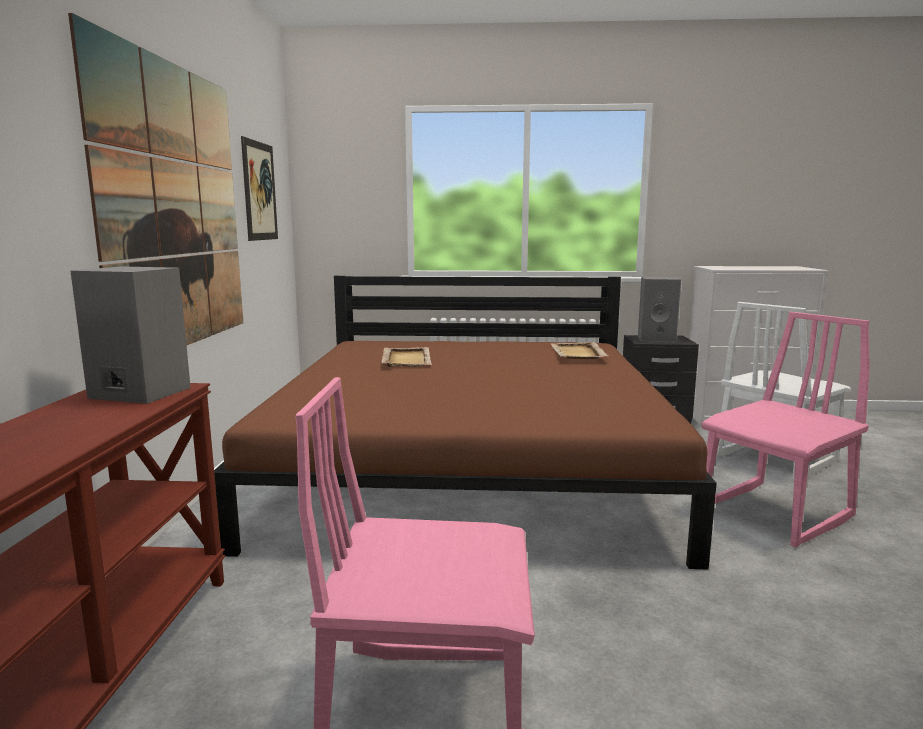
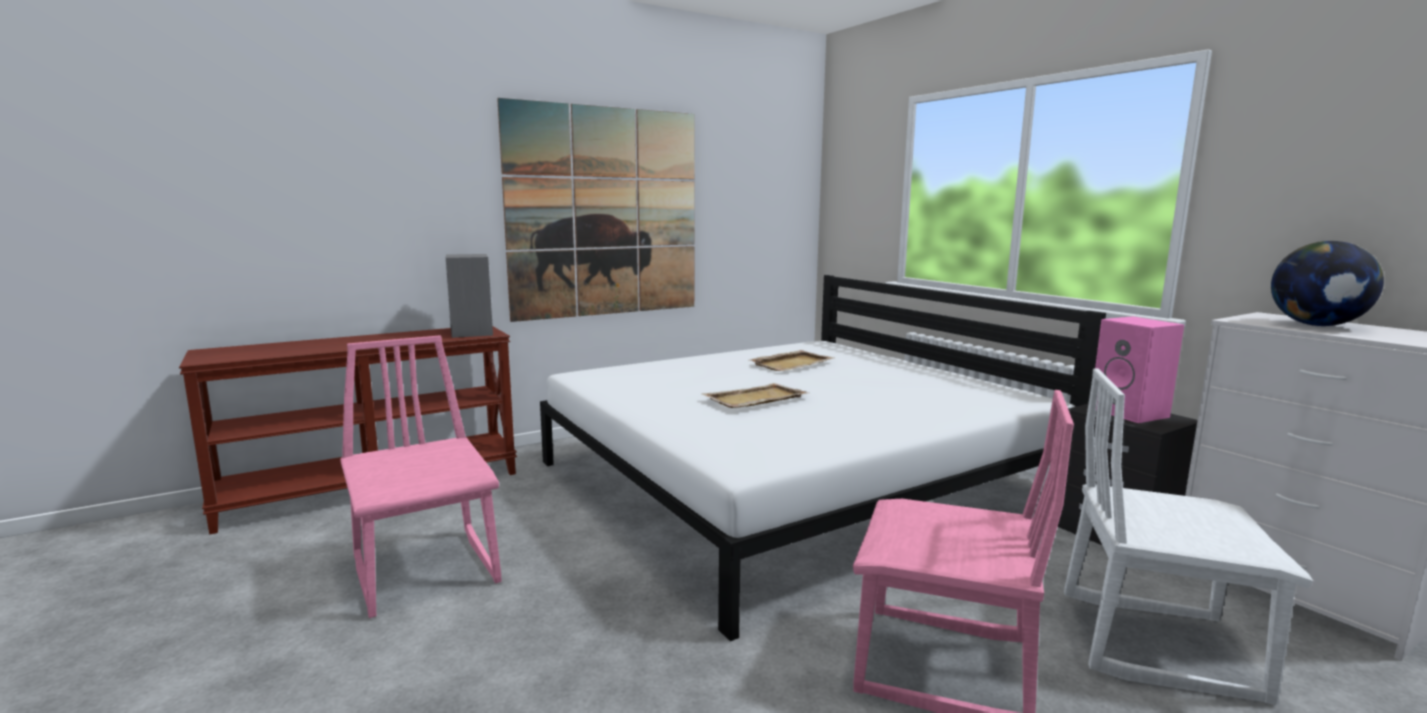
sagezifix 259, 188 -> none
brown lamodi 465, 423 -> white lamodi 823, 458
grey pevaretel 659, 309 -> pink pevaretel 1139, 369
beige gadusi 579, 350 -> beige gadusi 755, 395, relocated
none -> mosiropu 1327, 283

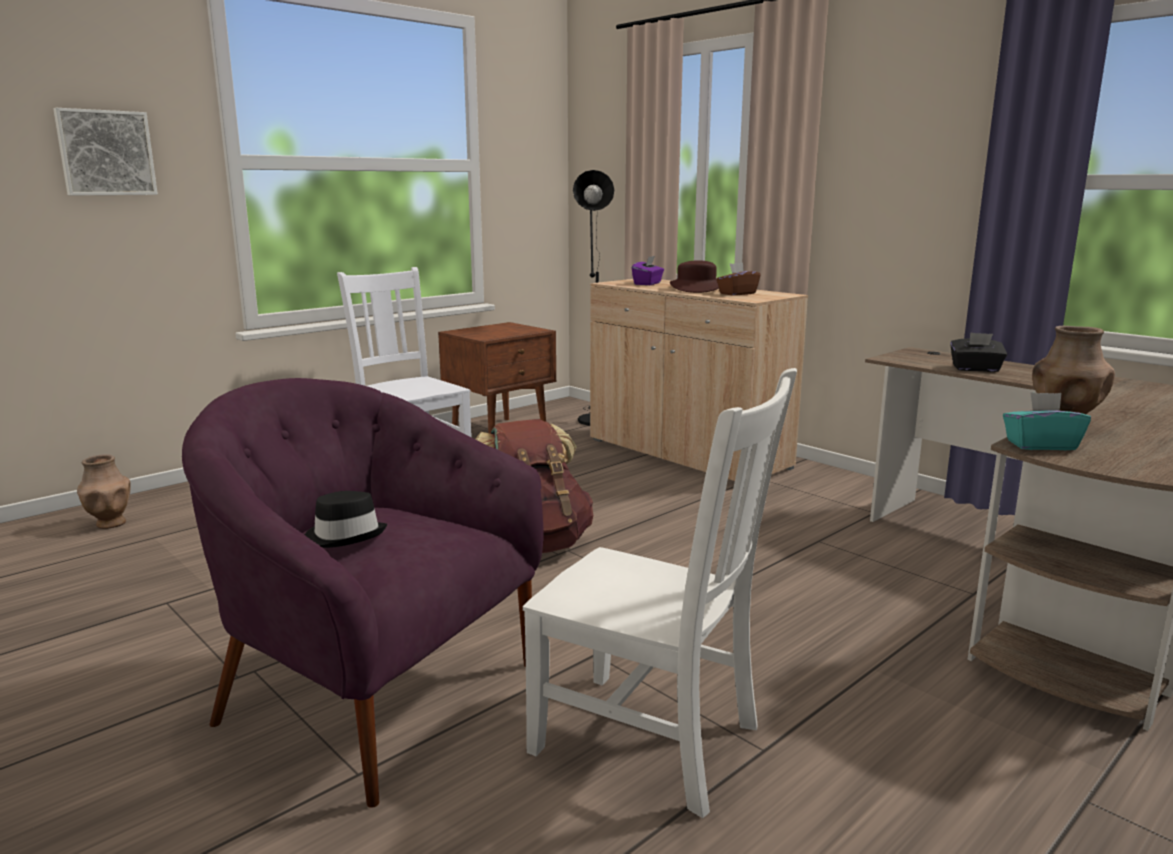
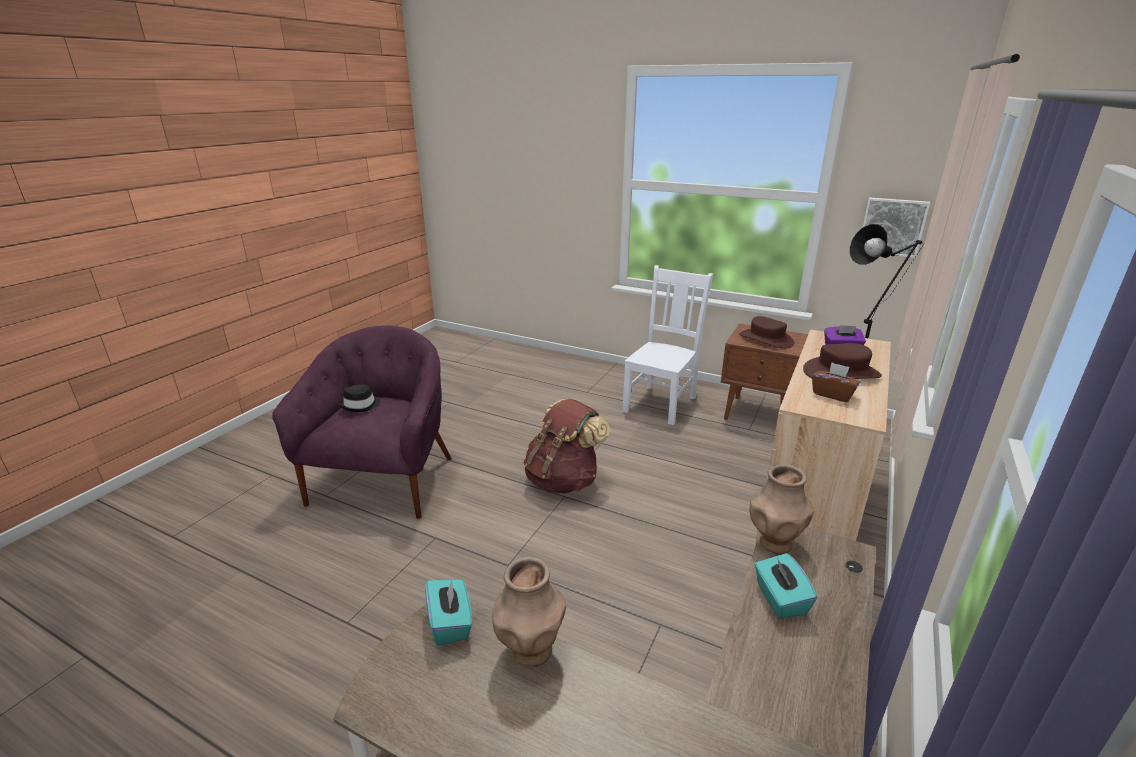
sagezifix 105, 152 -> sagezifix 896, 227, relocated
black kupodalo 978, 352 -> turquoise kupodalo 785, 585
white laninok 660, 593 -> none
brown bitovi 104, 491 -> brown bitovi 781, 509, relocated
none -> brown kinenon 766, 332

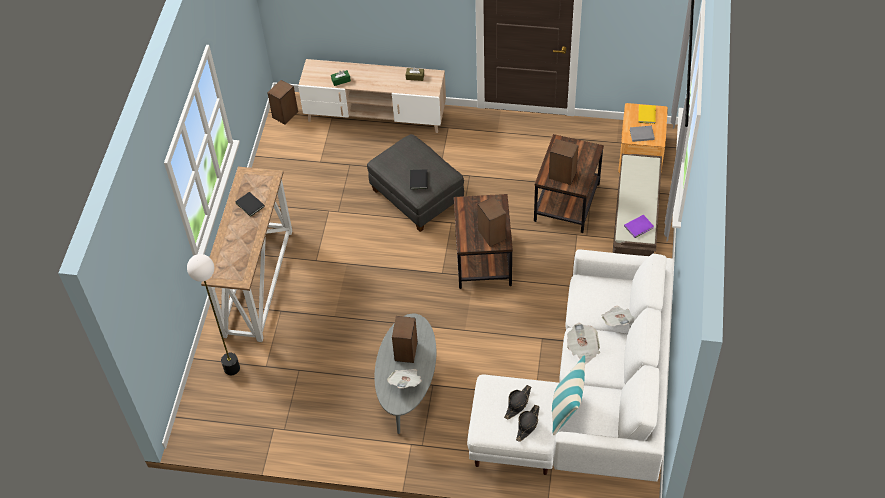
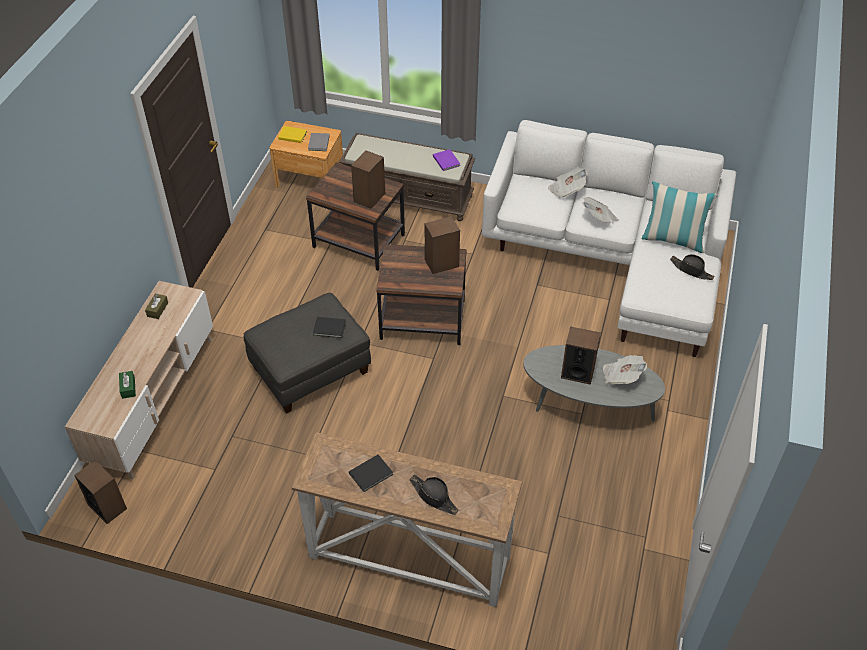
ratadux 213, 314 -> none
black kinenon 517, 402 -> black kinenon 434, 494, relocated

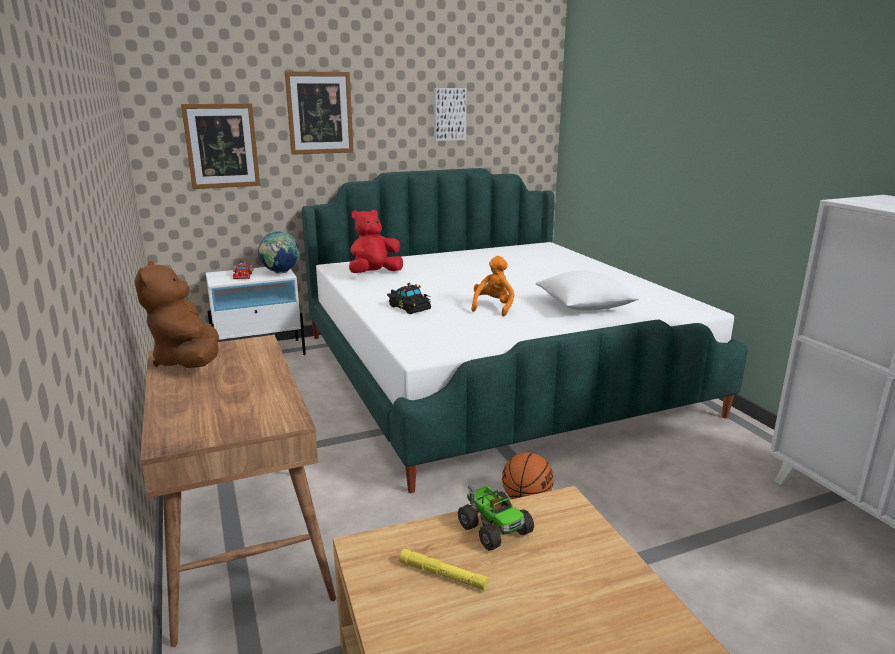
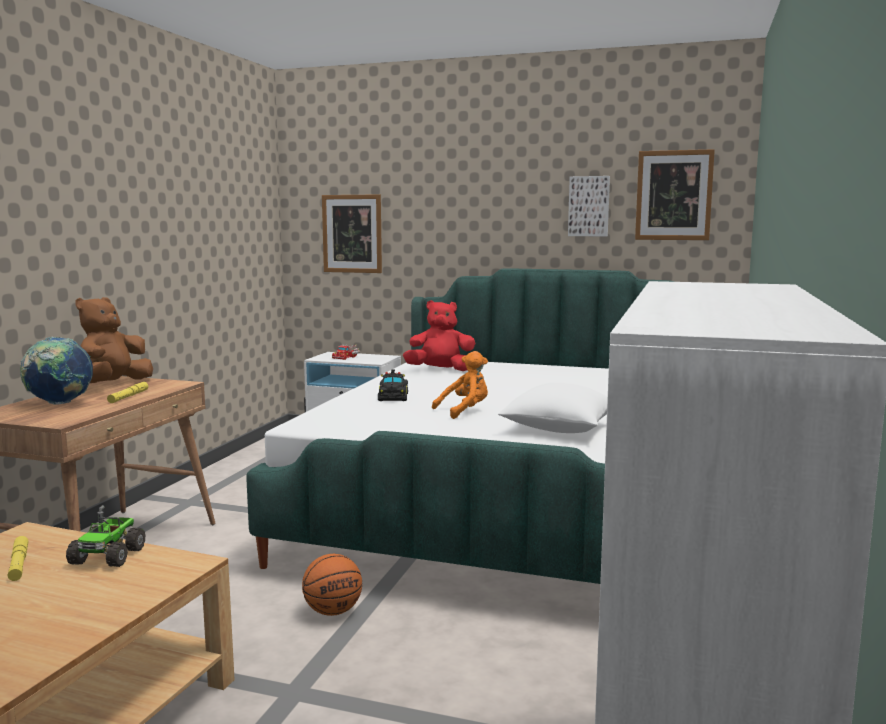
sagezifix 319, 113 -> sagezifix 675, 194, relocated
mosiropu 279, 252 -> mosiropu 56, 371, relocated
none -> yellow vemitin 127, 392

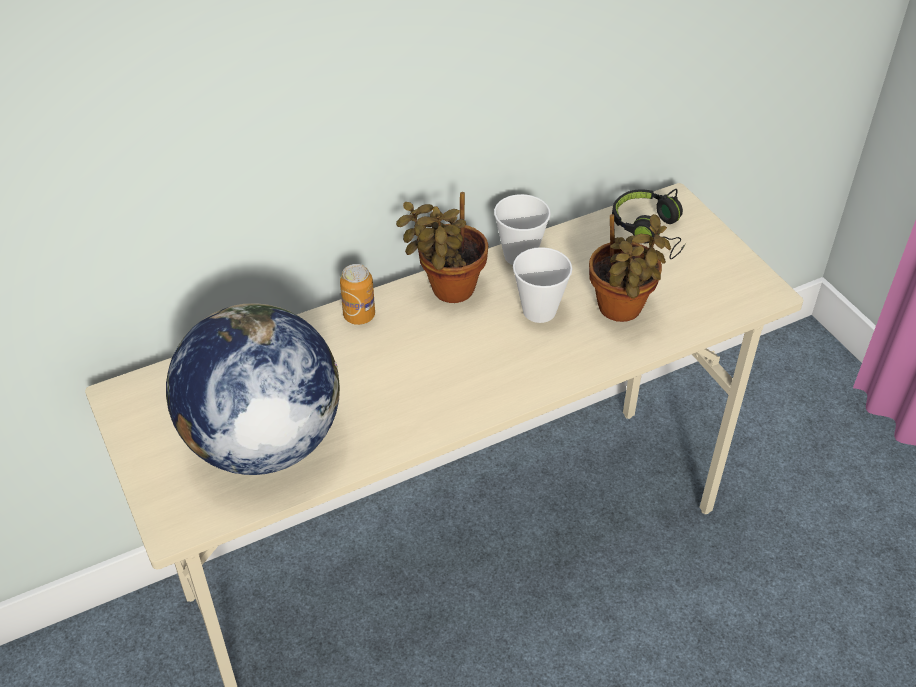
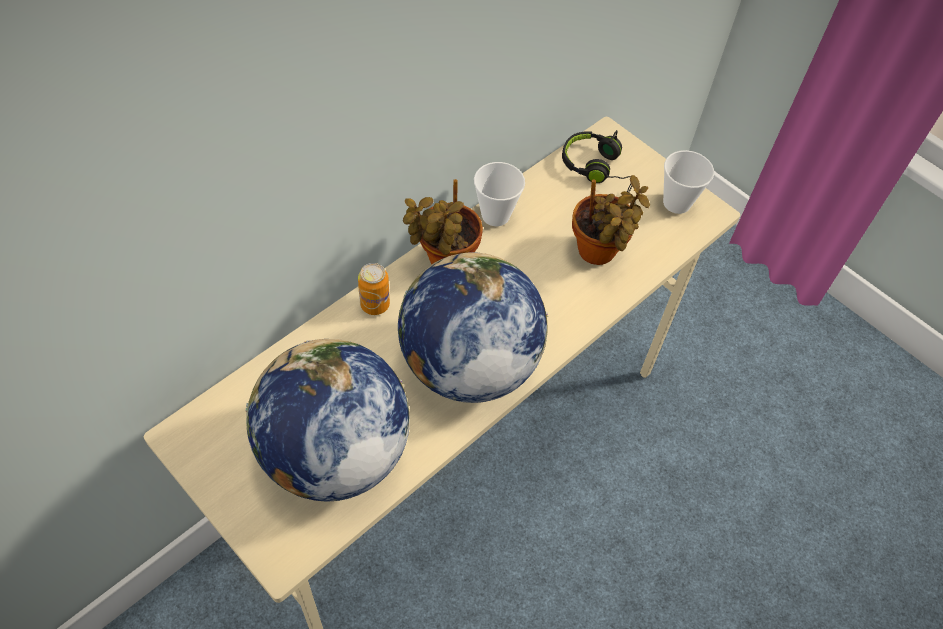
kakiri 543, 285 -> kakiri 688, 182, relocated
none -> mosiropu 473, 327

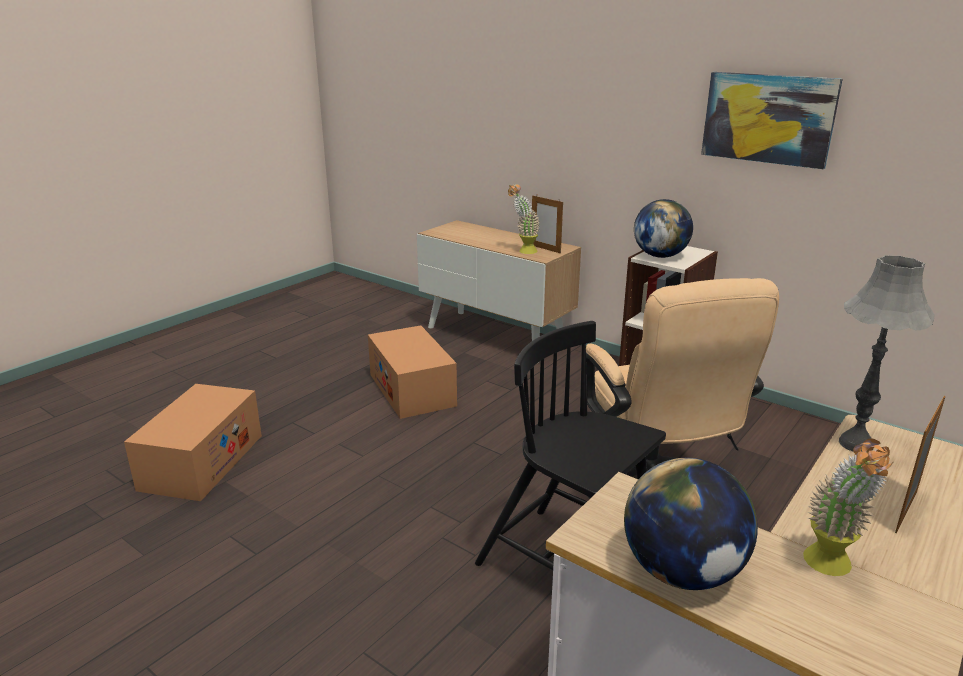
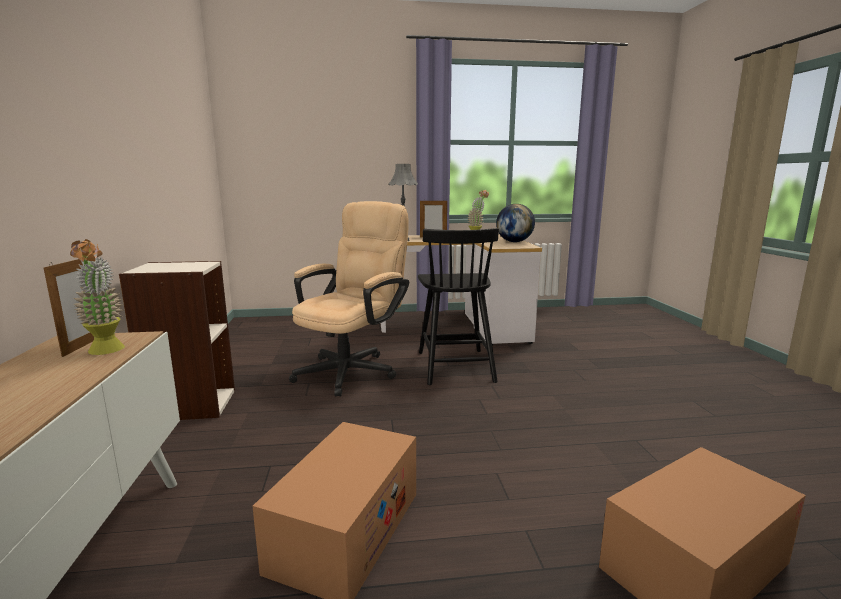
sagezifix 772, 120 -> none
mosiropu 663, 228 -> none

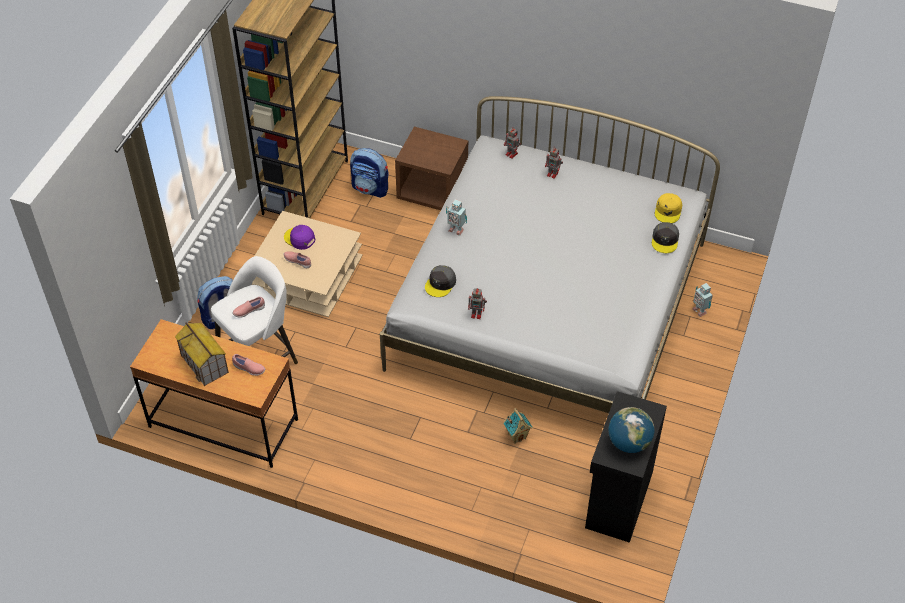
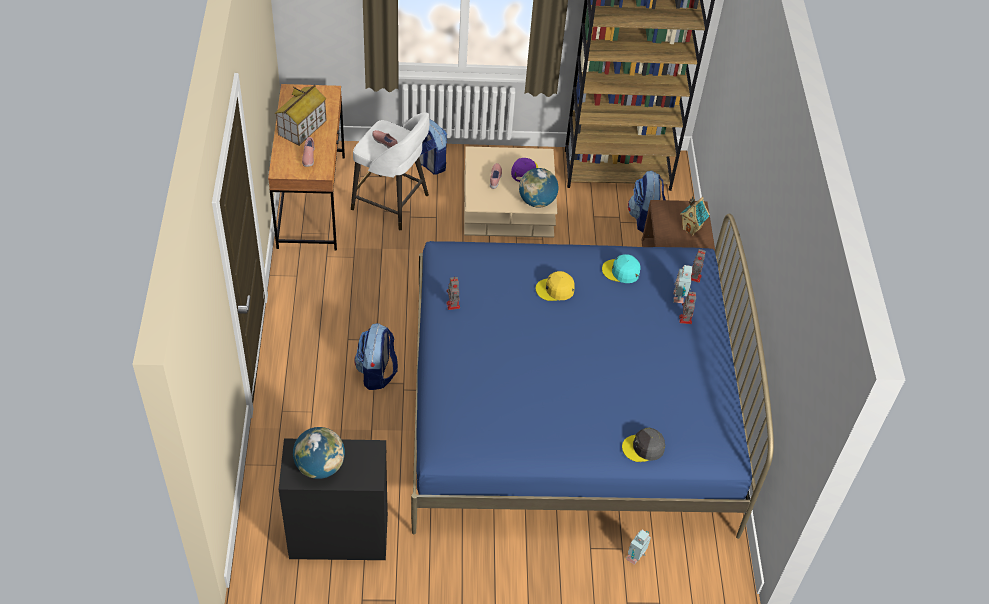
white lamodi 550, 254 -> blue lamodi 592, 376
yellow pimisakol 668, 208 -> yellow pimisakol 555, 286, relocated
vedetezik 456, 217 -> vedetezik 682, 284, relocated
grey pimisakol 440, 281 -> none
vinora 517, 426 -> vinora 695, 216, relocated
none -> mosiropu 538, 188
none -> turquoise pimisakol 621, 268
none -> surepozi 376, 356

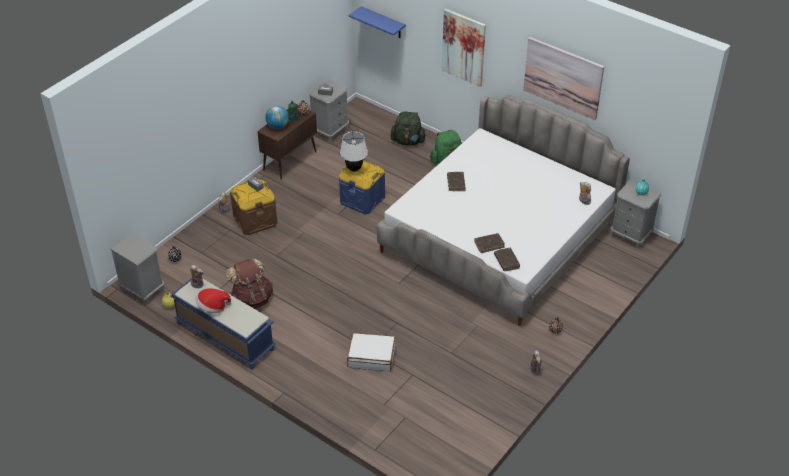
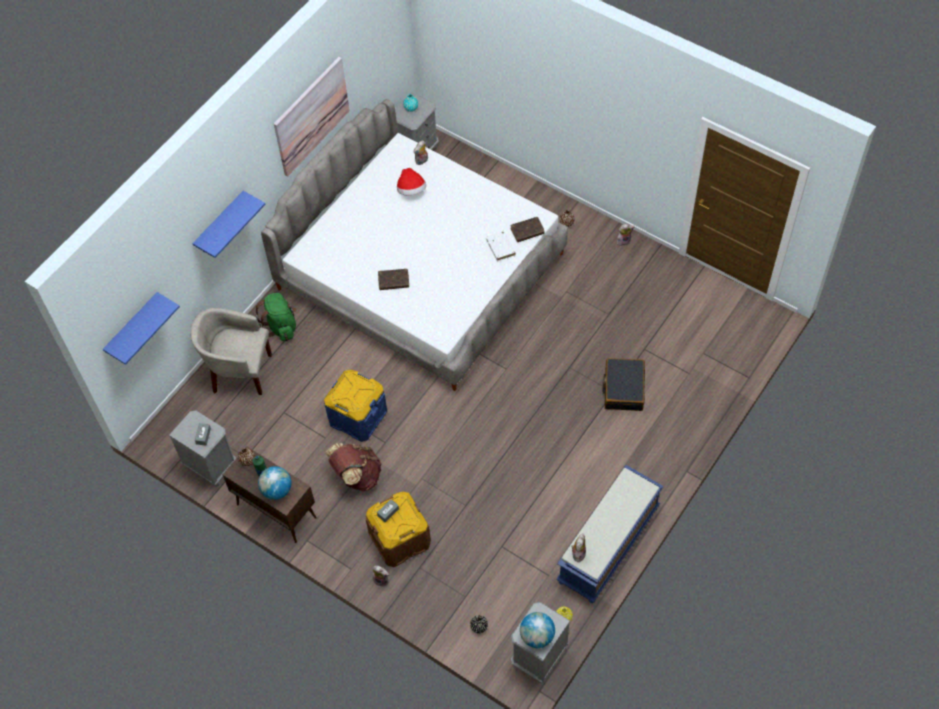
sagezifix 464, 48 -> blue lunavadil 229, 224
green surepozi 408, 128 -> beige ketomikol 231, 351
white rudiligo 354, 151 -> none
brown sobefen 489, 243 -> white sobefen 500, 246
brown surepozi 249, 283 -> brown surepozi 353, 467, relocated
kinenon 213, 300 -> kinenon 411, 181, relocated
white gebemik 371, 352 -> black gebemik 623, 384
none -> mosiropu 537, 630

